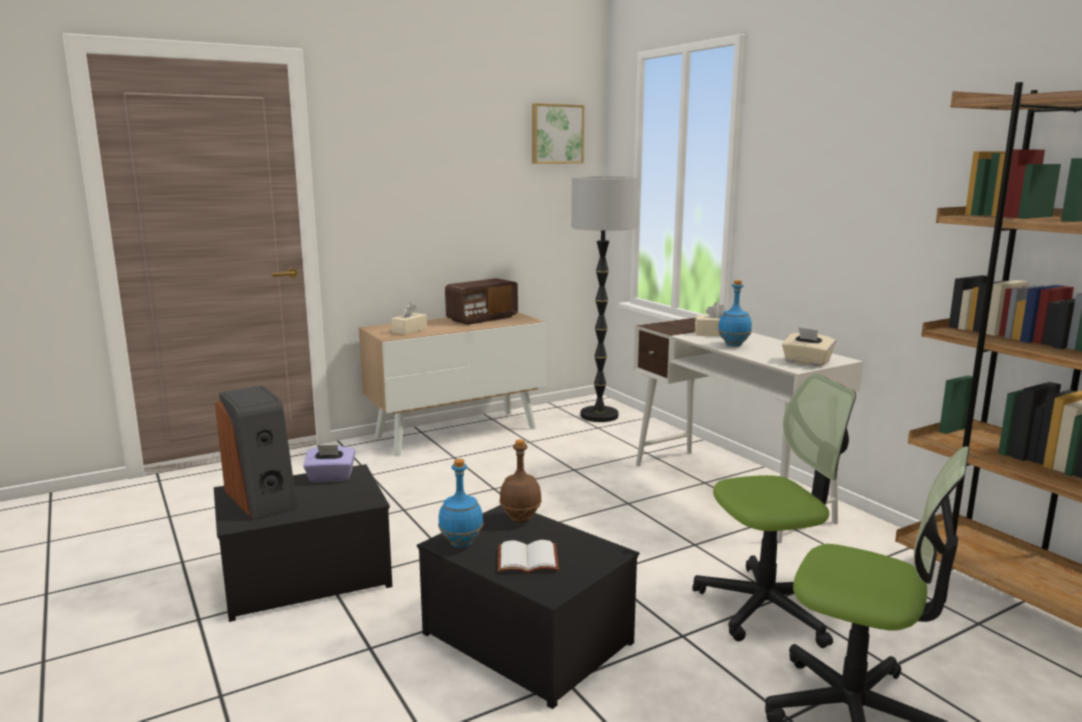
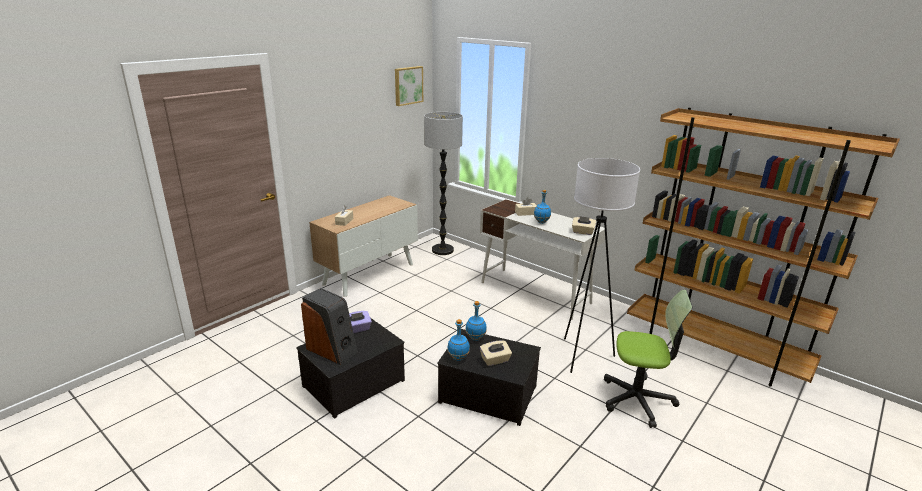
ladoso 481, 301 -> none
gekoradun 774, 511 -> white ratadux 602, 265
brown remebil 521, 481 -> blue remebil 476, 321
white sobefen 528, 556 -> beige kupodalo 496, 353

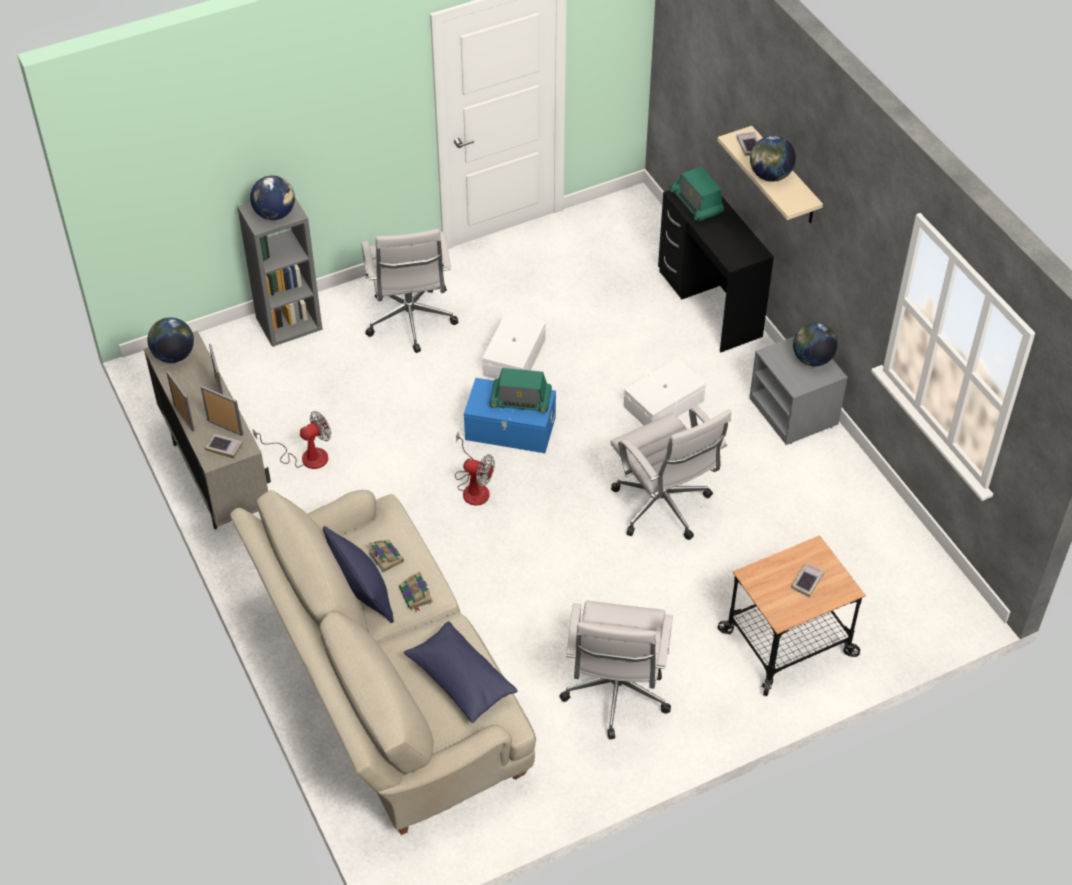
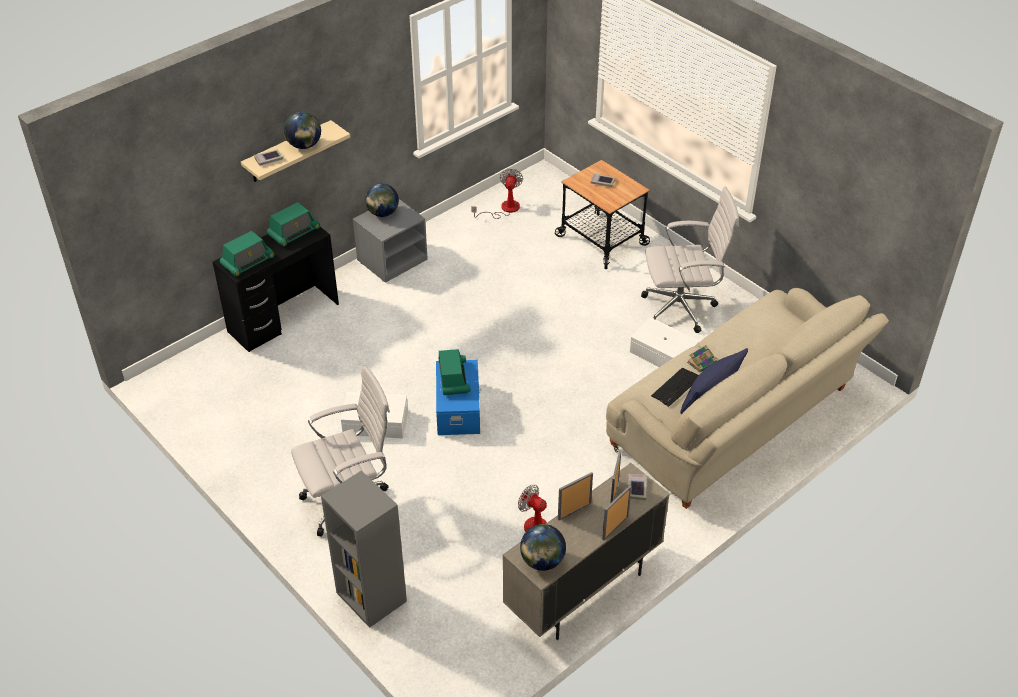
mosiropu 272, 197 -> none
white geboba 665, 391 -> white geboba 664, 342, relocated
white gekoradun 671, 473 -> none
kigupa 475, 468 -> kigupa 497, 193, relocated
sobefen 386, 556 -> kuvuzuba 675, 387
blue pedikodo 461, 672 -> none
none -> ladoso 293, 224

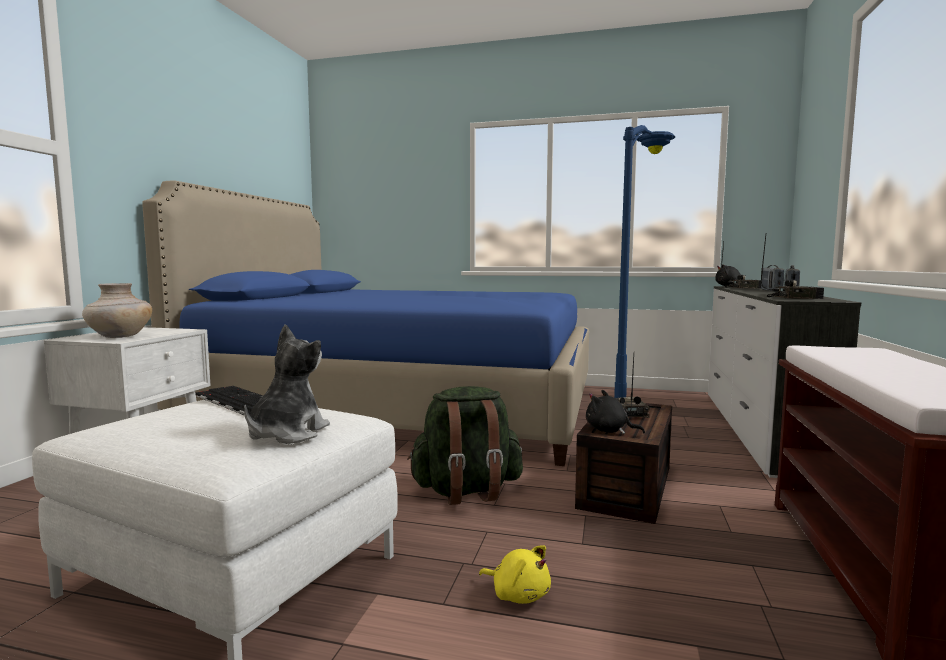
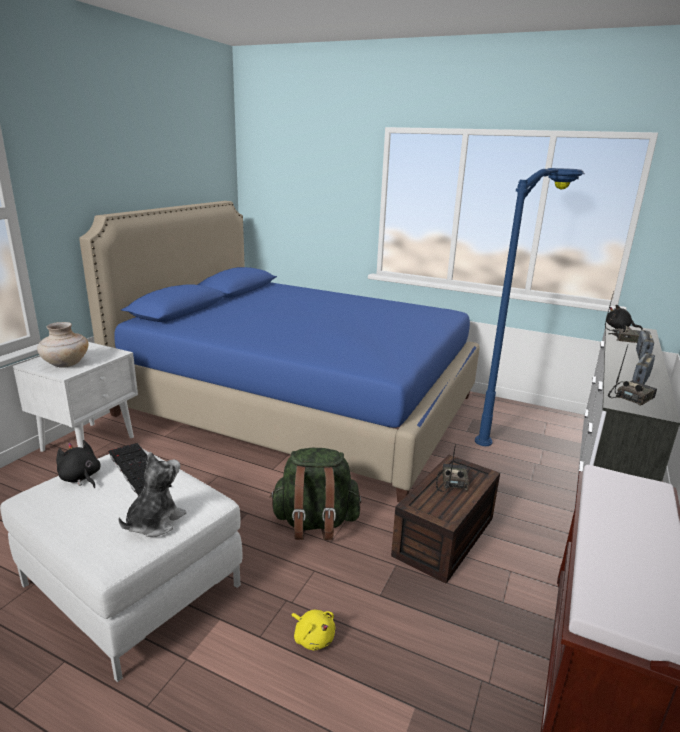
ladoso 792, 267 -> ladoso 632, 375, 60 degrees counterclockwise
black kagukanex 615, 412 -> black kagukanex 78, 464, relocated

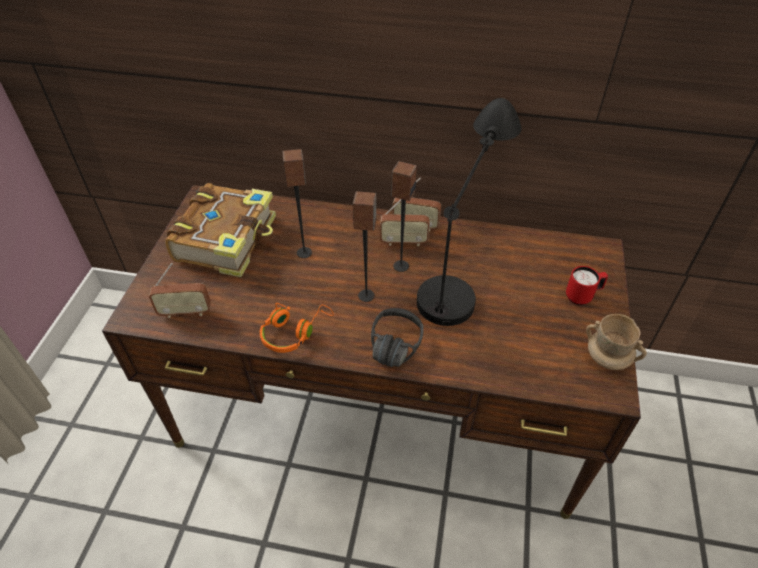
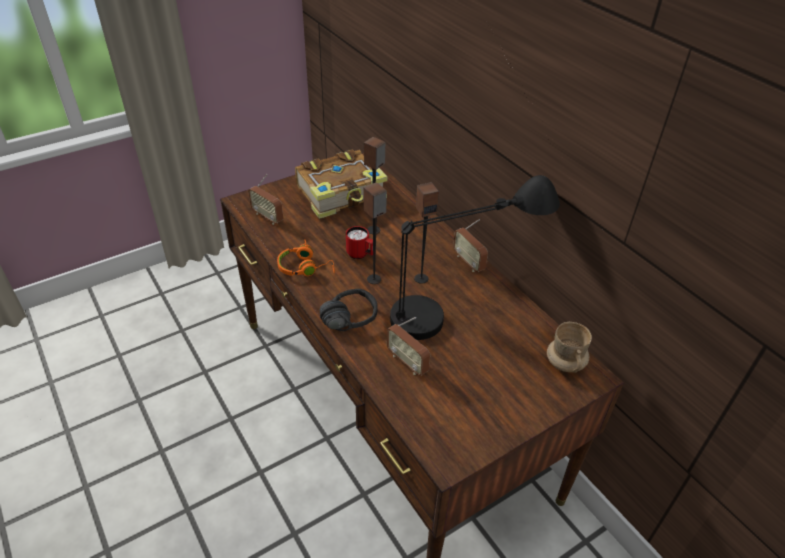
ladoso 405, 223 -> ladoso 408, 346, relocated
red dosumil 587, 285 -> red dosumil 359, 242, relocated
beige dosumil 616, 342 -> beige dosumil 569, 347, relocated

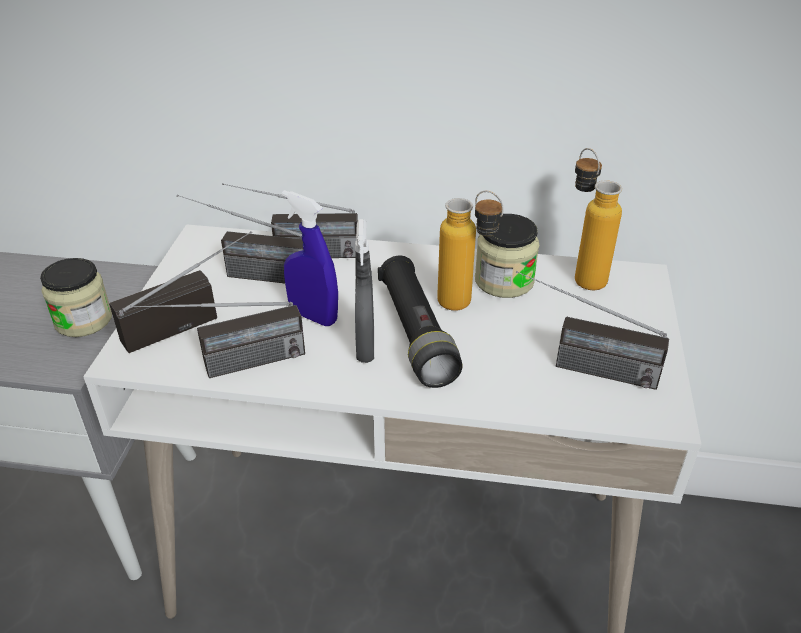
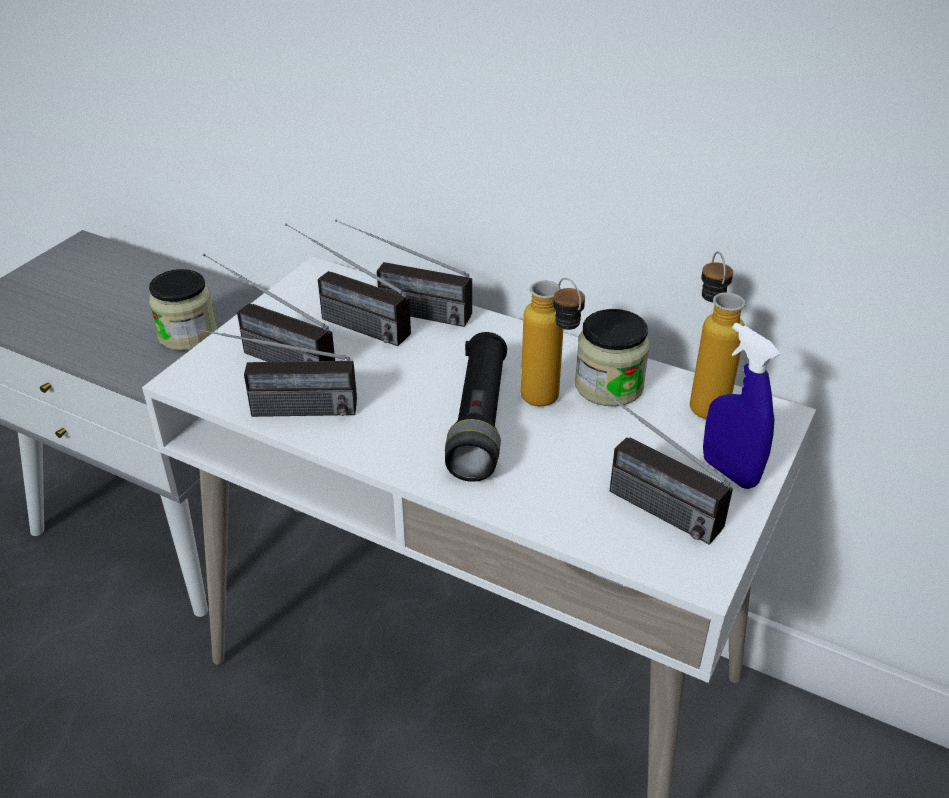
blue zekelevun 310, 258 -> blue zekelevun 741, 406, relocated
grey zekelevun 364, 291 -> none
ladoso 180, 292 -> ladoso 269, 308, 135 degrees counterclockwise

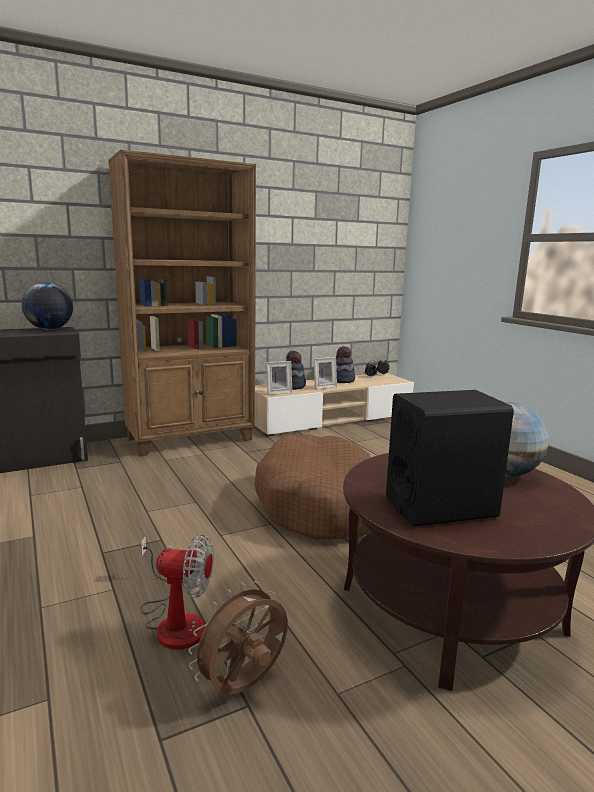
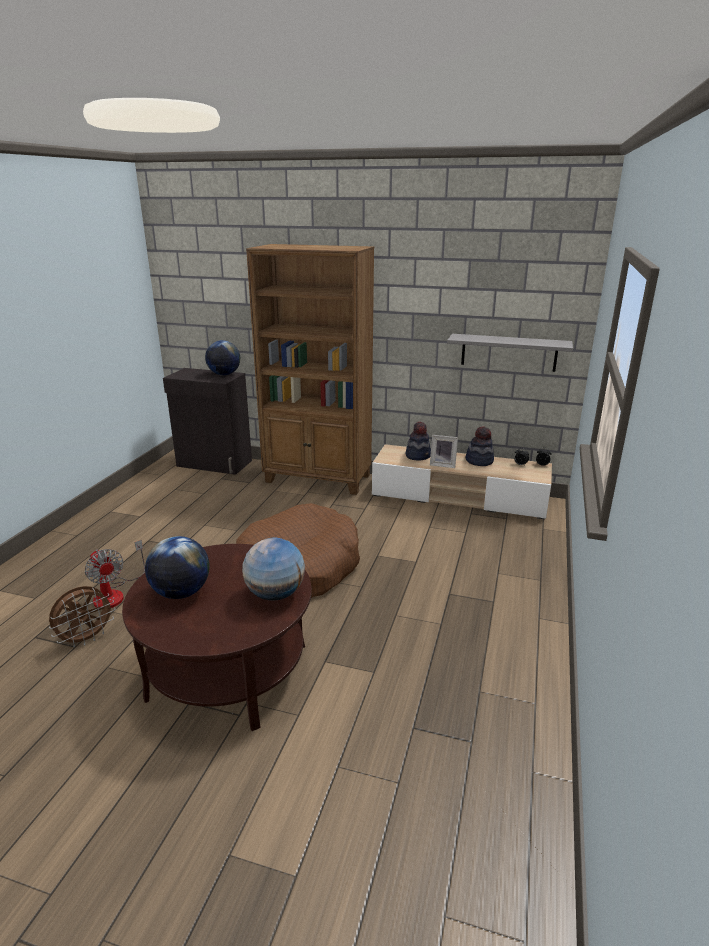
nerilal 279, 378 -> none
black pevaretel 450, 458 -> mosiropu 177, 567
brown kigupa 238, 637 -> brown kigupa 82, 616, 135 degrees clockwise
none -> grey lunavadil 510, 353

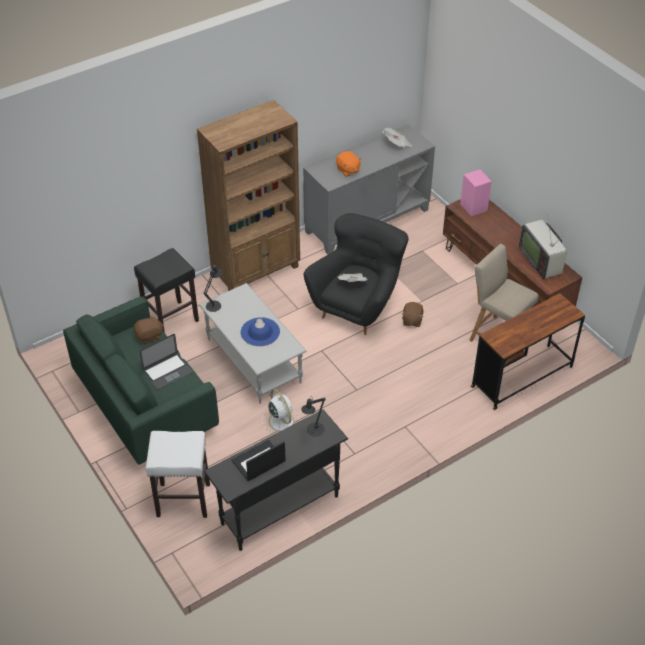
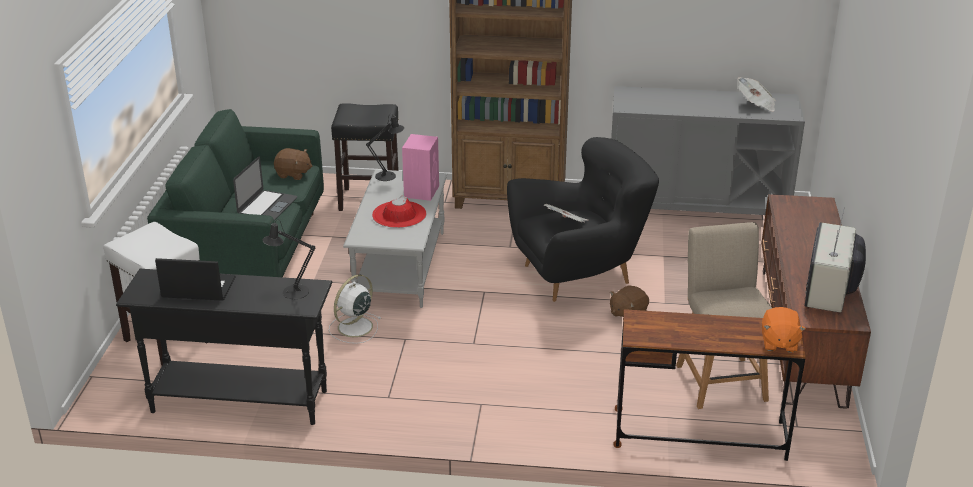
orange kagukanex 348, 163 -> orange kagukanex 784, 330, relocated
pink pevaretel 476, 192 -> pink pevaretel 420, 167, relocated
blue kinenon 260, 331 -> red kinenon 399, 212
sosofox 165, 361 -> sosofox 265, 188, 75 degrees counterclockwise
white kigupa 280, 410 -> white kigupa 355, 309, 150 degrees counterclockwise

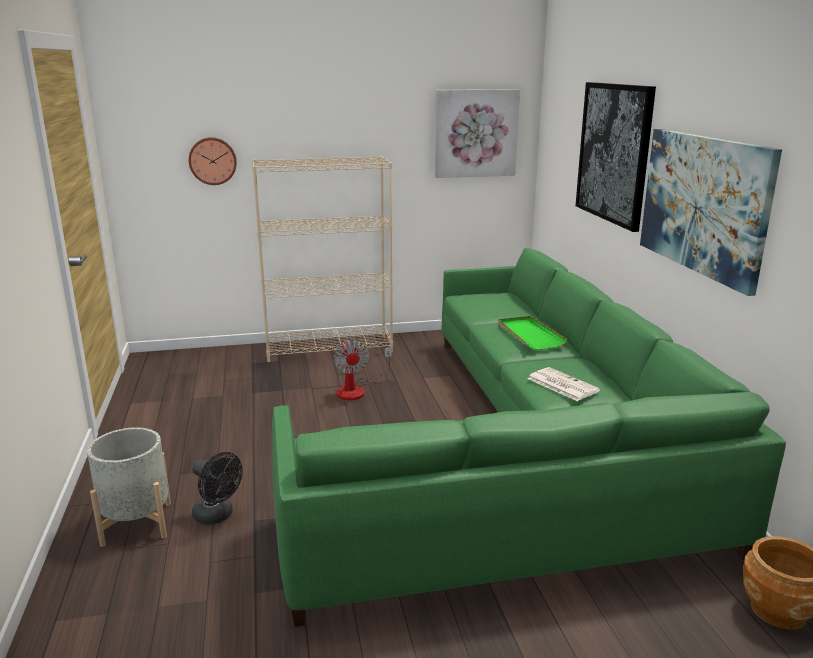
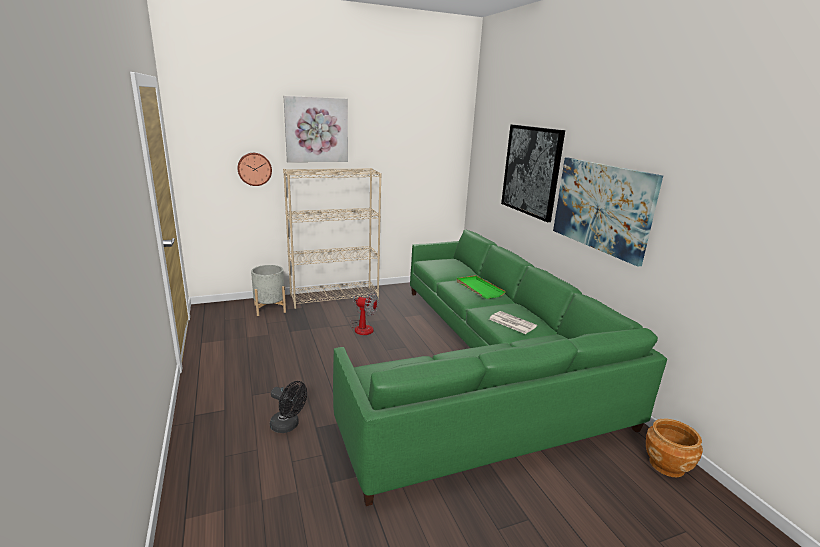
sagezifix 477, 133 -> sagezifix 316, 129, relocated
kigupa 363, 370 -> kigupa 364, 313, 45 degrees counterclockwise
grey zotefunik 129, 487 -> grey zotefunik 268, 290, relocated

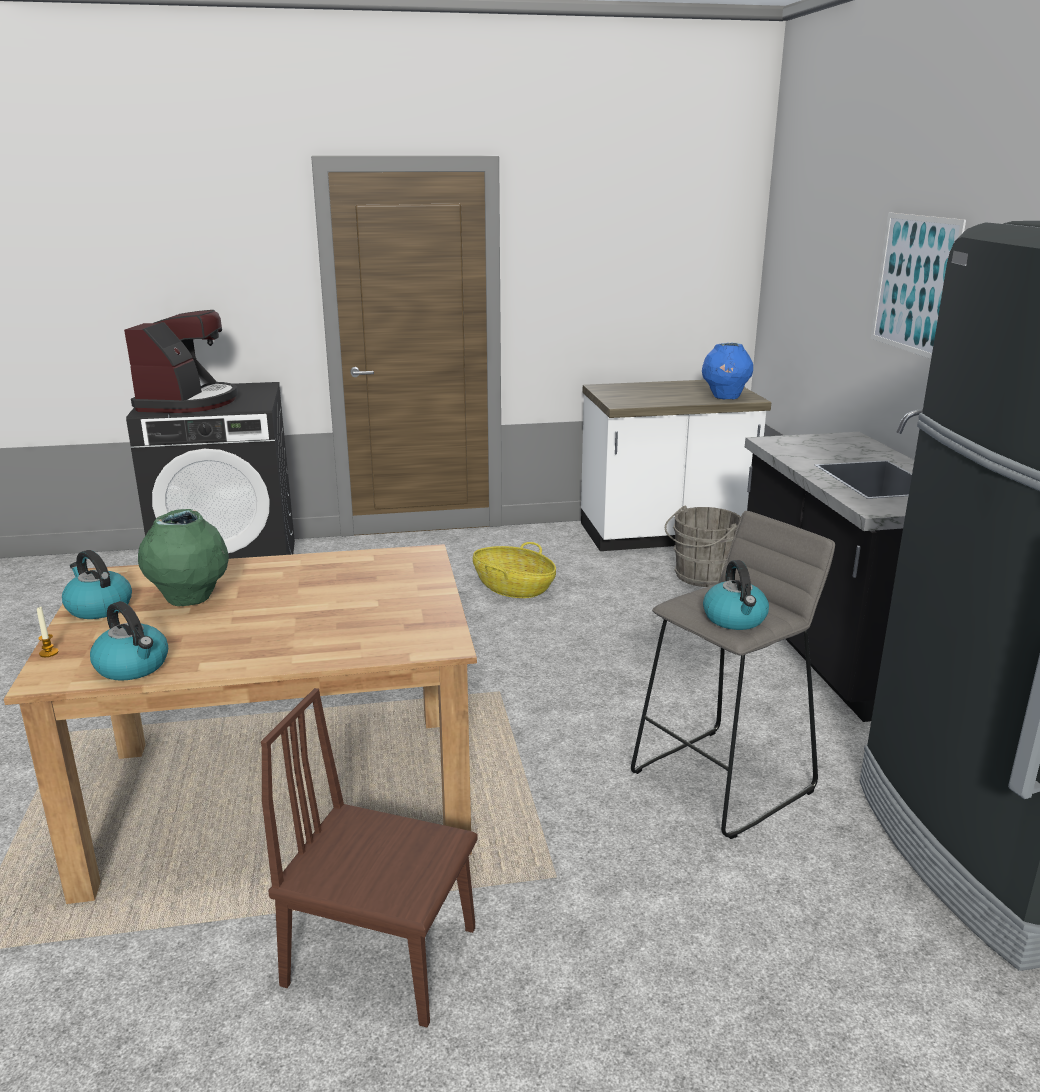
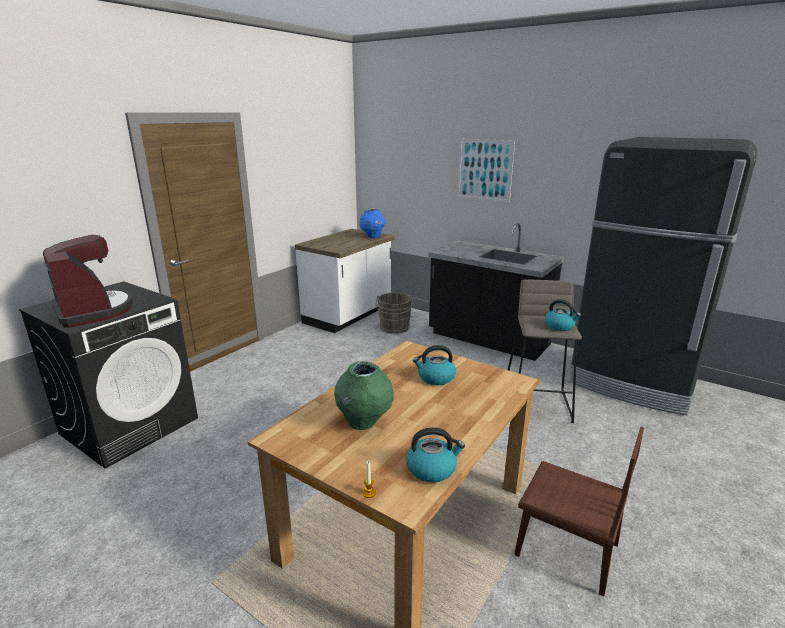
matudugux 514, 570 -> none
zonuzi 97, 584 -> zonuzi 434, 365, relocated
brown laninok 369, 858 -> brown laninok 579, 511, 120 degrees counterclockwise

